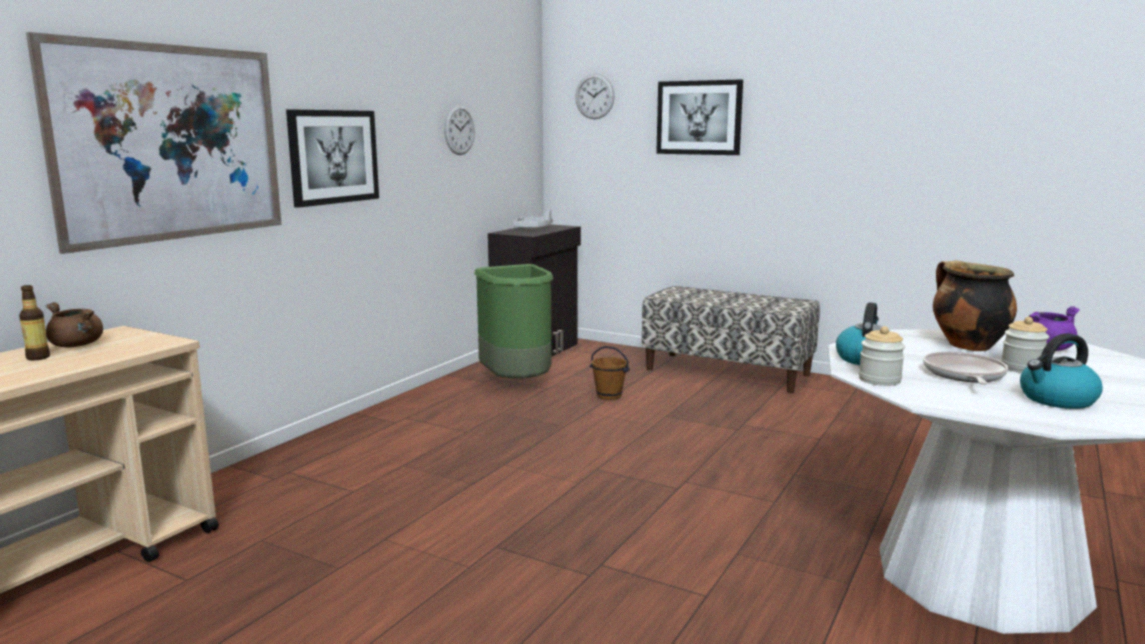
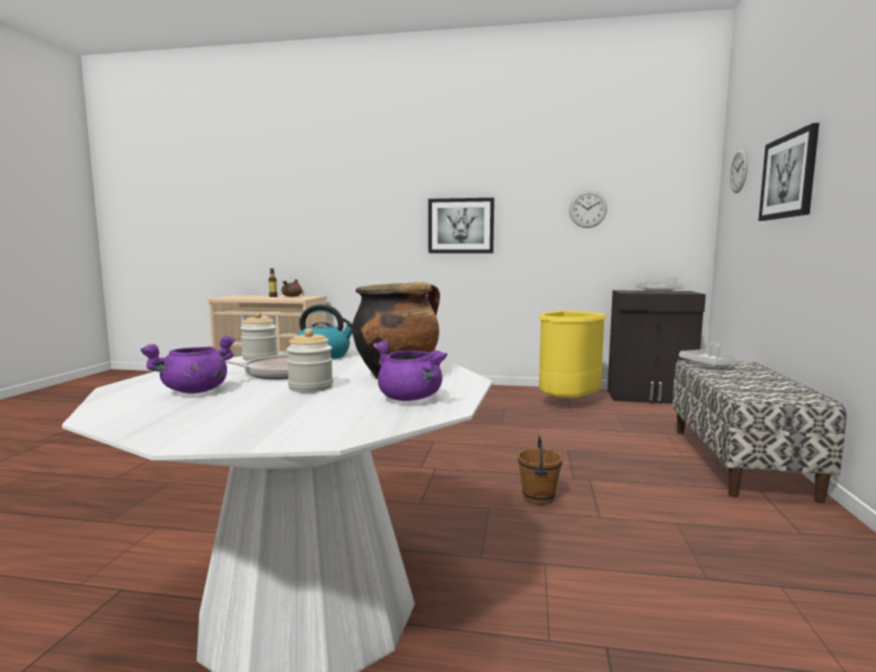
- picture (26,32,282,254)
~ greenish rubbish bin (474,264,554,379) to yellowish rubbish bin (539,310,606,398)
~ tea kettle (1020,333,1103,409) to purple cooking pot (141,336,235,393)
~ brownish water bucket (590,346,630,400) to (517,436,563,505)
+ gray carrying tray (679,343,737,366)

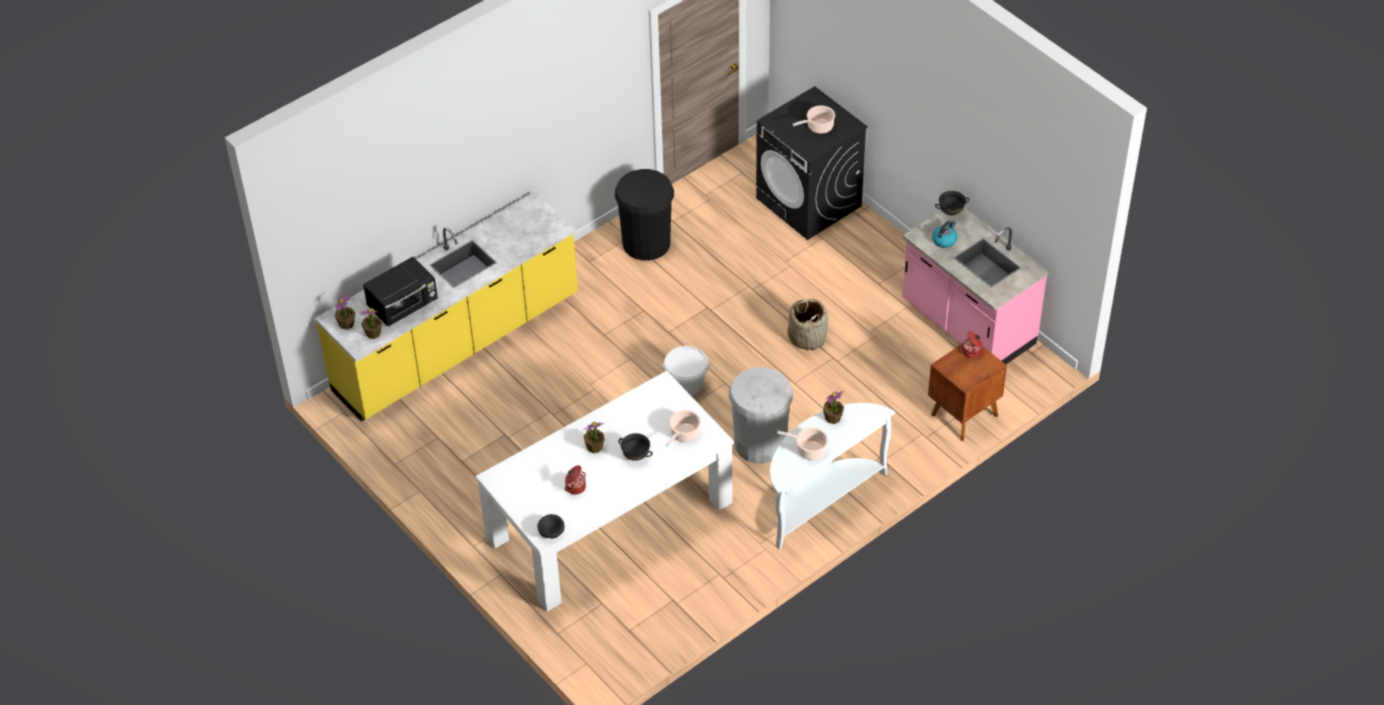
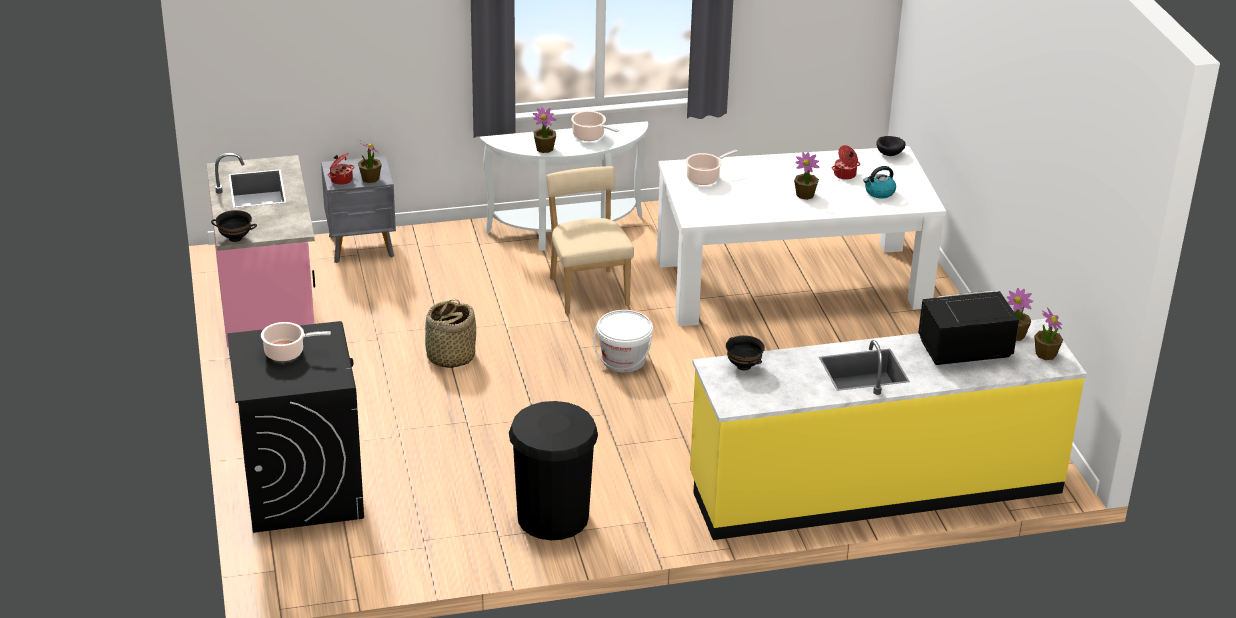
~ tea kettle (932,221,958,248) to (864,166,896,199)
~ brownish nightstand (928,343,1007,441) to gray nightstand (321,156,396,263)
~ white rubbish bin (729,367,793,464) to beige chair (546,166,634,314)
~ black bowl (618,433,653,461) to (726,335,765,371)
+ potted plant (358,142,382,183)

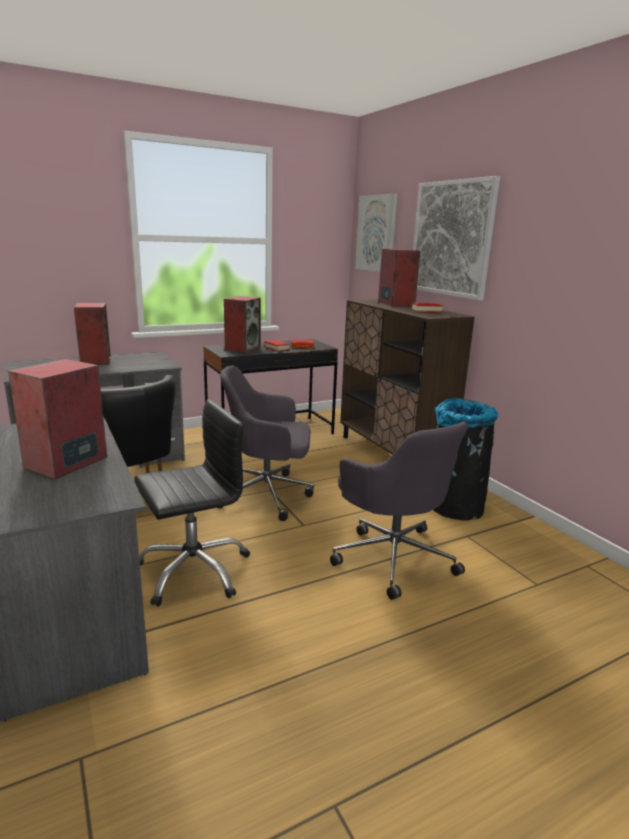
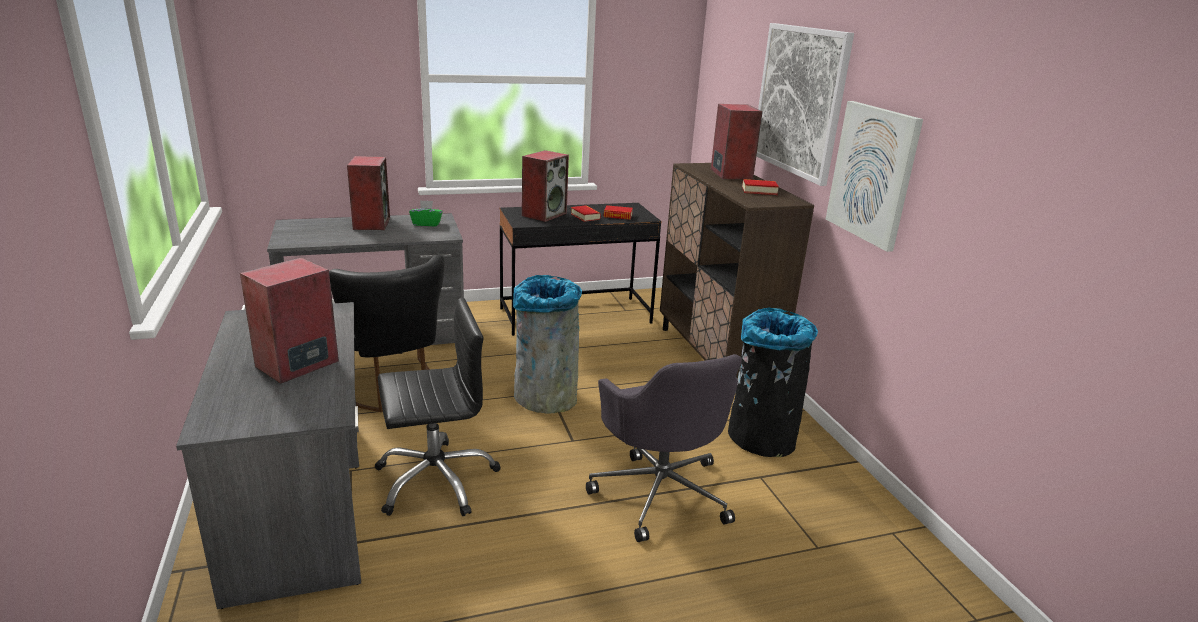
~ picture (355,194,398,272) to (826,101,923,252)
~ gray office chair (217,365,314,521) to gray rubbish bin (513,275,582,414)
+ greenish tissue holder (409,200,443,226)

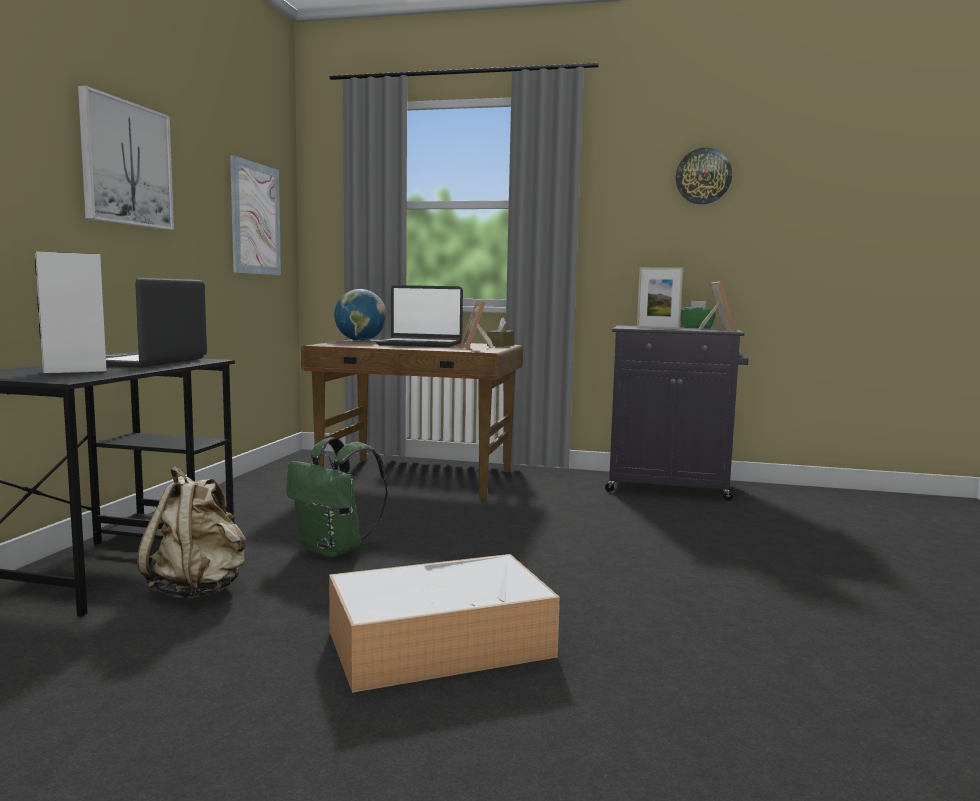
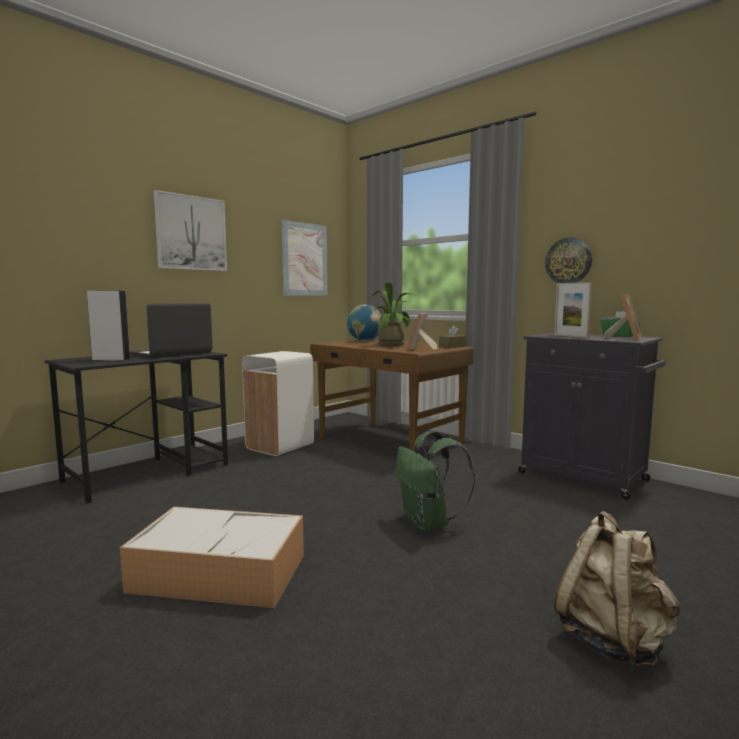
~ clock on the wall (676,148,732,204) to (545,238,592,283)
~ notebook computer (376,285,463,347) to potted plant (370,282,416,346)
~ greenish knapsack (286,437,387,558) to (396,431,475,531)
~ beige knapsack (137,467,246,598) to (554,511,680,667)
+ white rubbish bin (242,351,314,456)

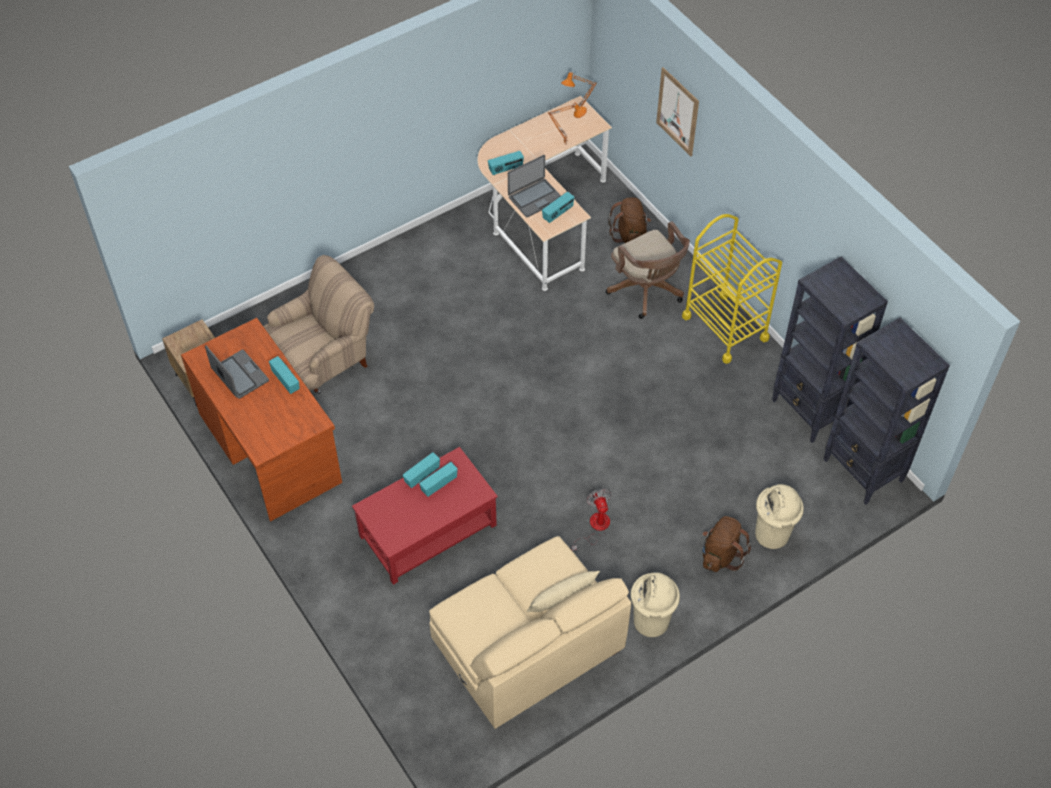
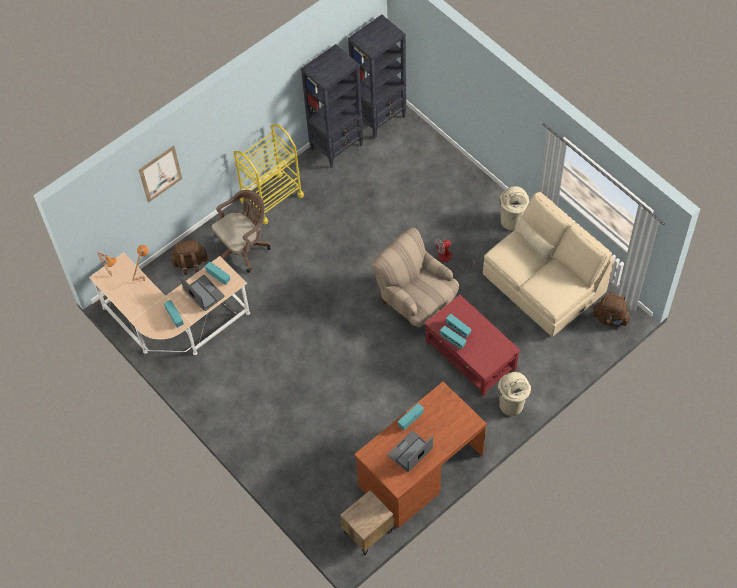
~ beige armchair (263,255,374,394) to (371,228,459,328)
~ beige rubbish bin (755,484,804,549) to (498,372,531,416)
~ brownish knapsack (702,516,751,572) to (592,291,631,327)

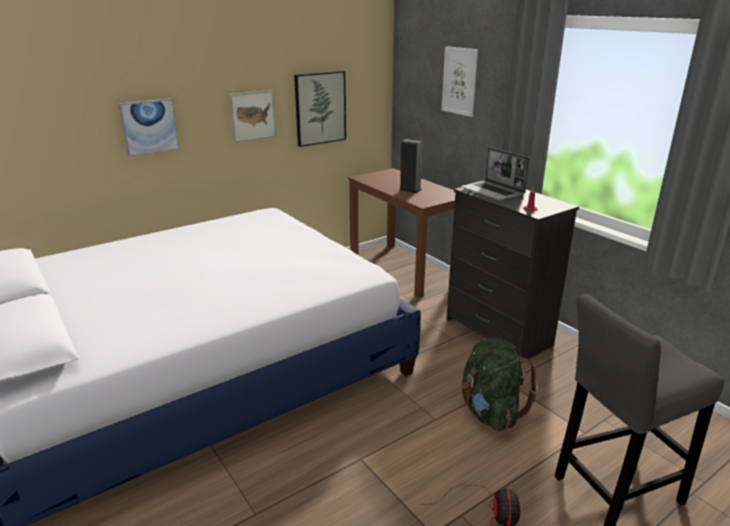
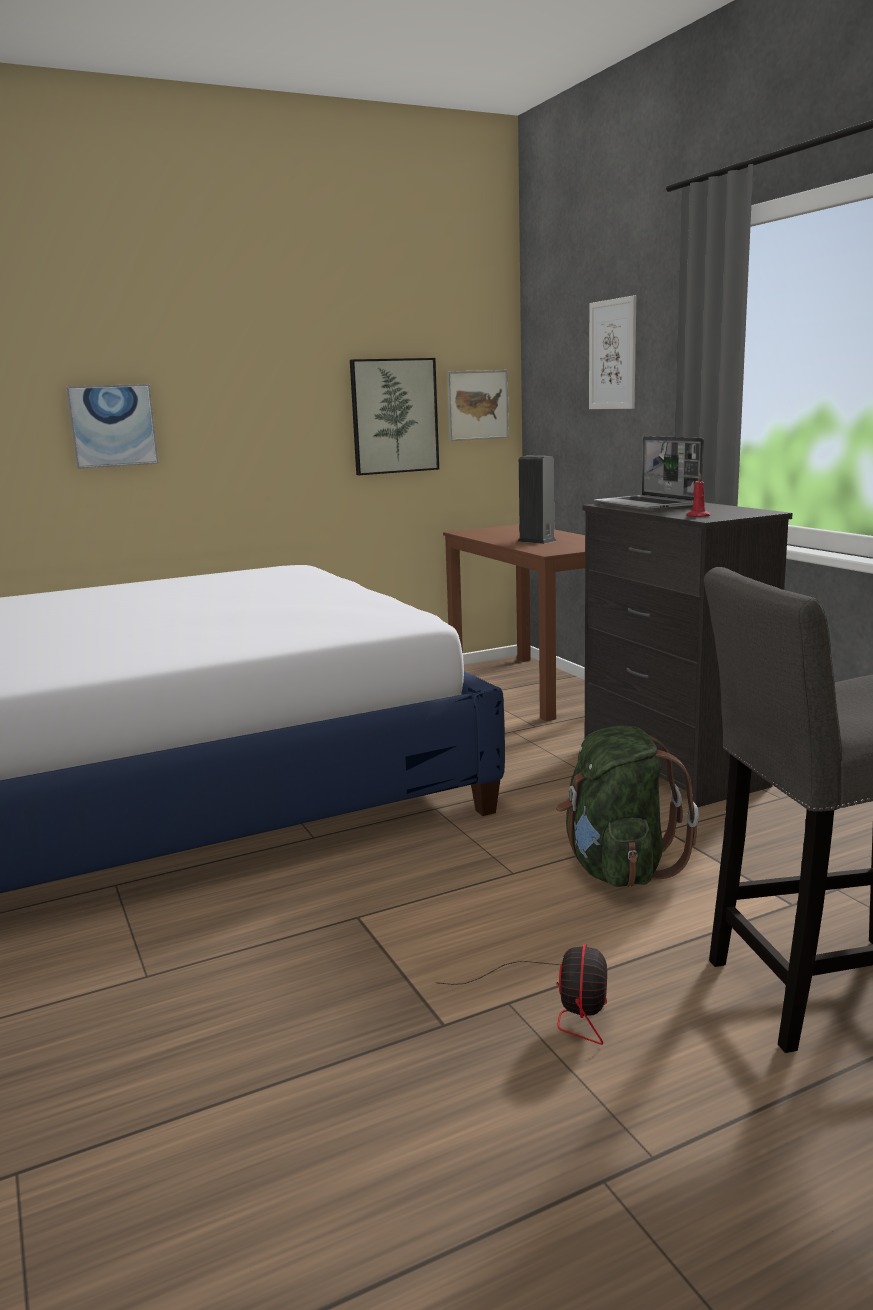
~ picture (229,90,276,142) to (447,370,509,441)

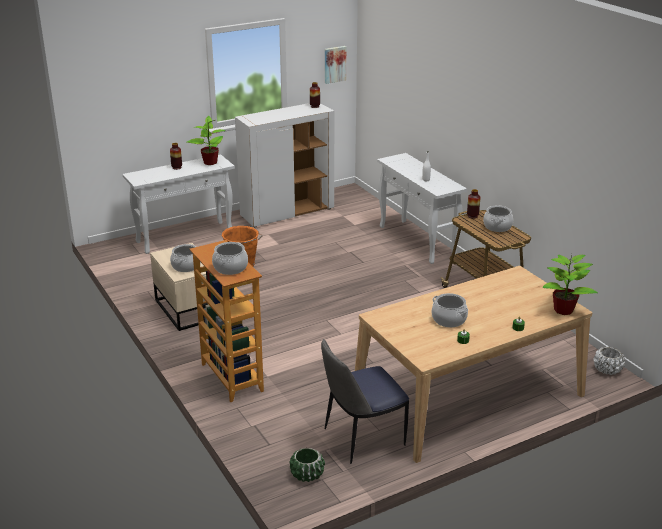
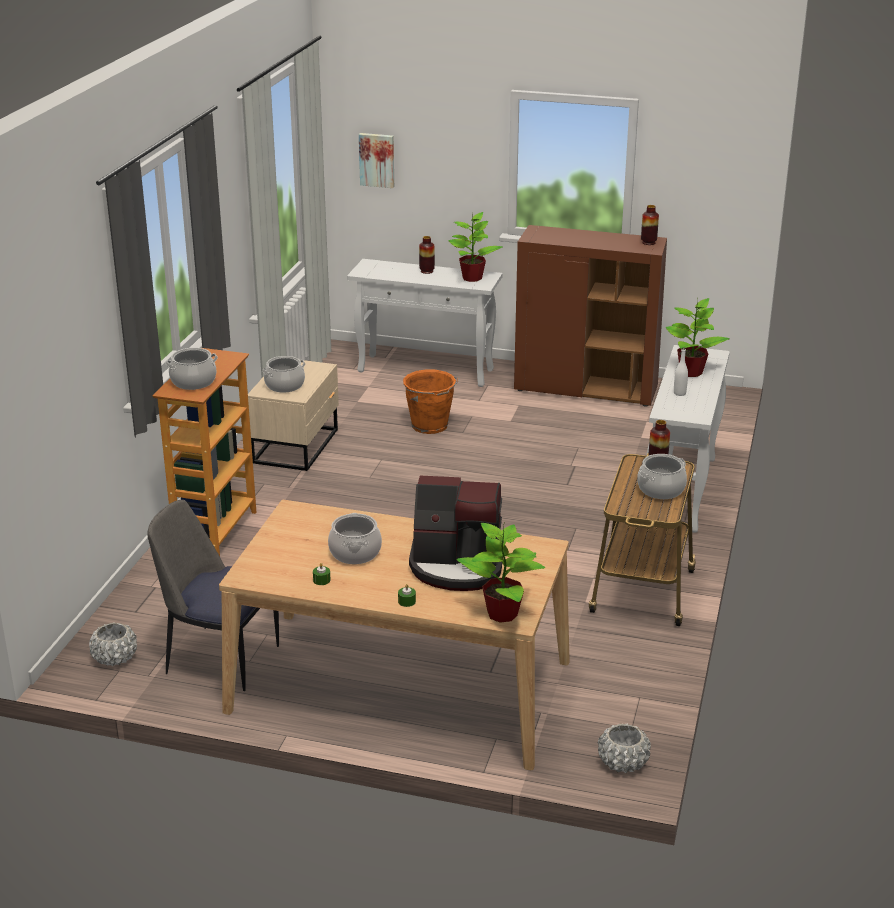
~ picture (325,46,346,84) to (359,133,394,188)
~ white storage cabinet (235,103,334,227) to brownish storage cabinet (514,225,667,407)
~ greenish flower pot (290,448,325,482) to white flower pot (89,622,137,666)
+ potted plant (666,298,730,377)
+ coffee brewer (409,476,504,591)

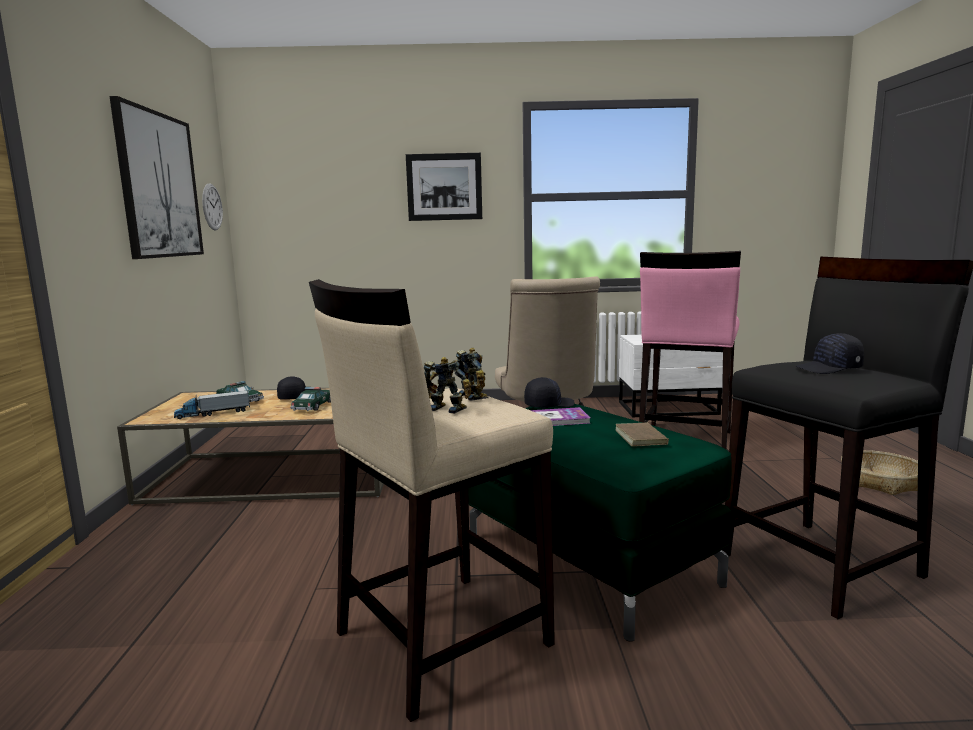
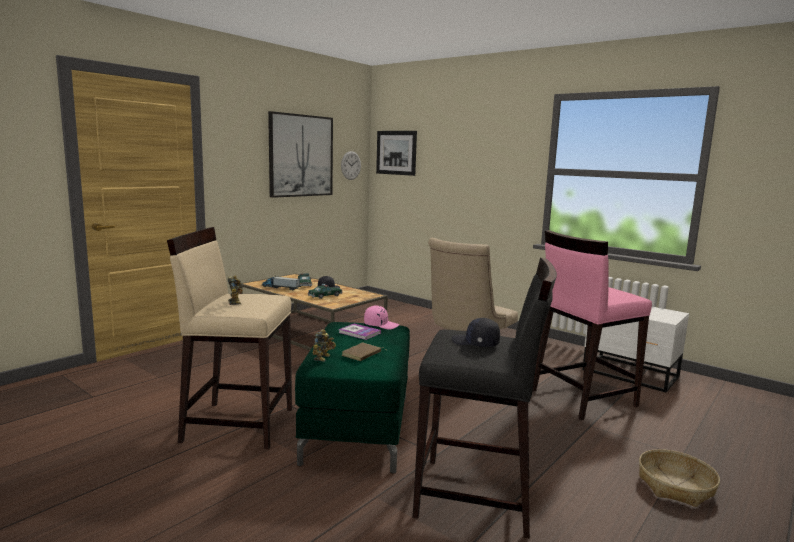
~ picture (406,153,482,221) to (376,131,417,176)
~ toy robot (456,348,488,401) to (313,329,336,362)
~ black cap (524,377,574,408) to pink cap (364,305,399,329)

